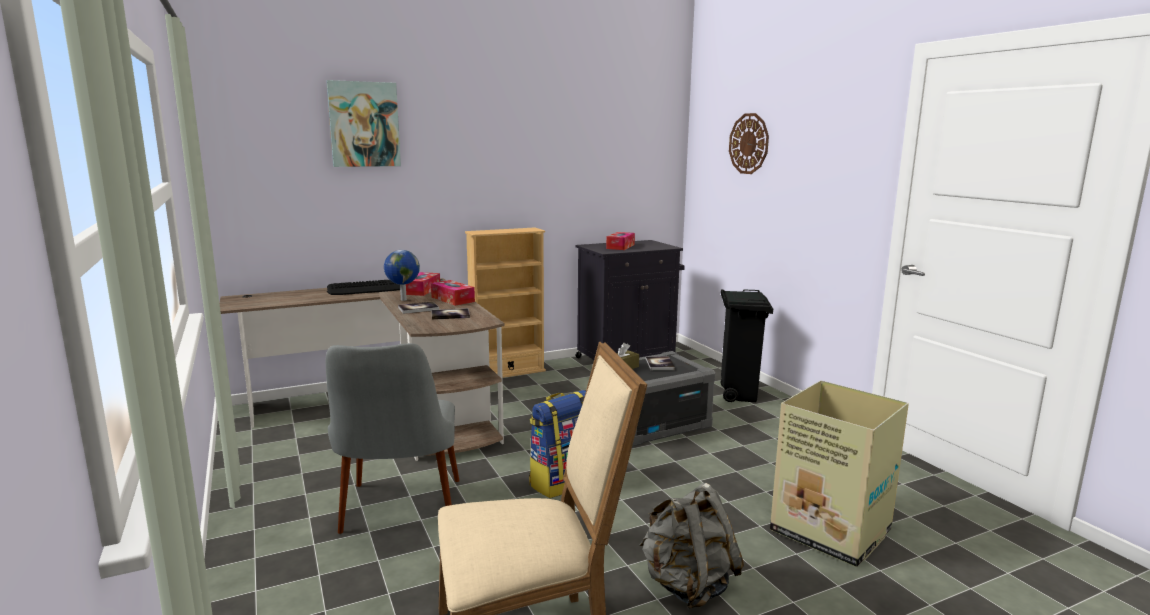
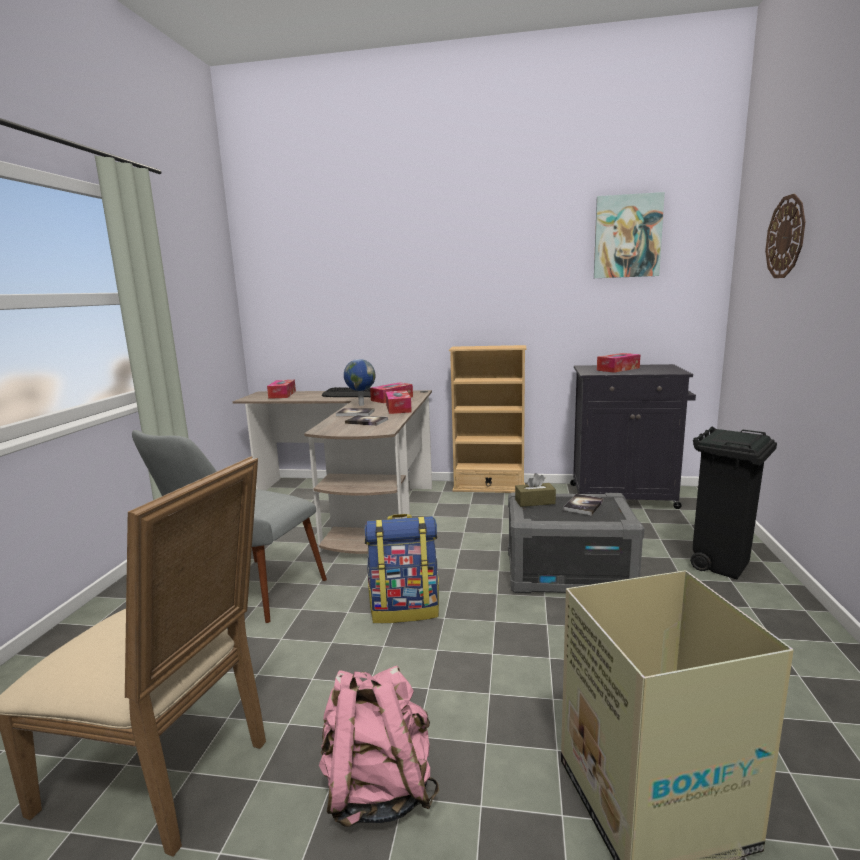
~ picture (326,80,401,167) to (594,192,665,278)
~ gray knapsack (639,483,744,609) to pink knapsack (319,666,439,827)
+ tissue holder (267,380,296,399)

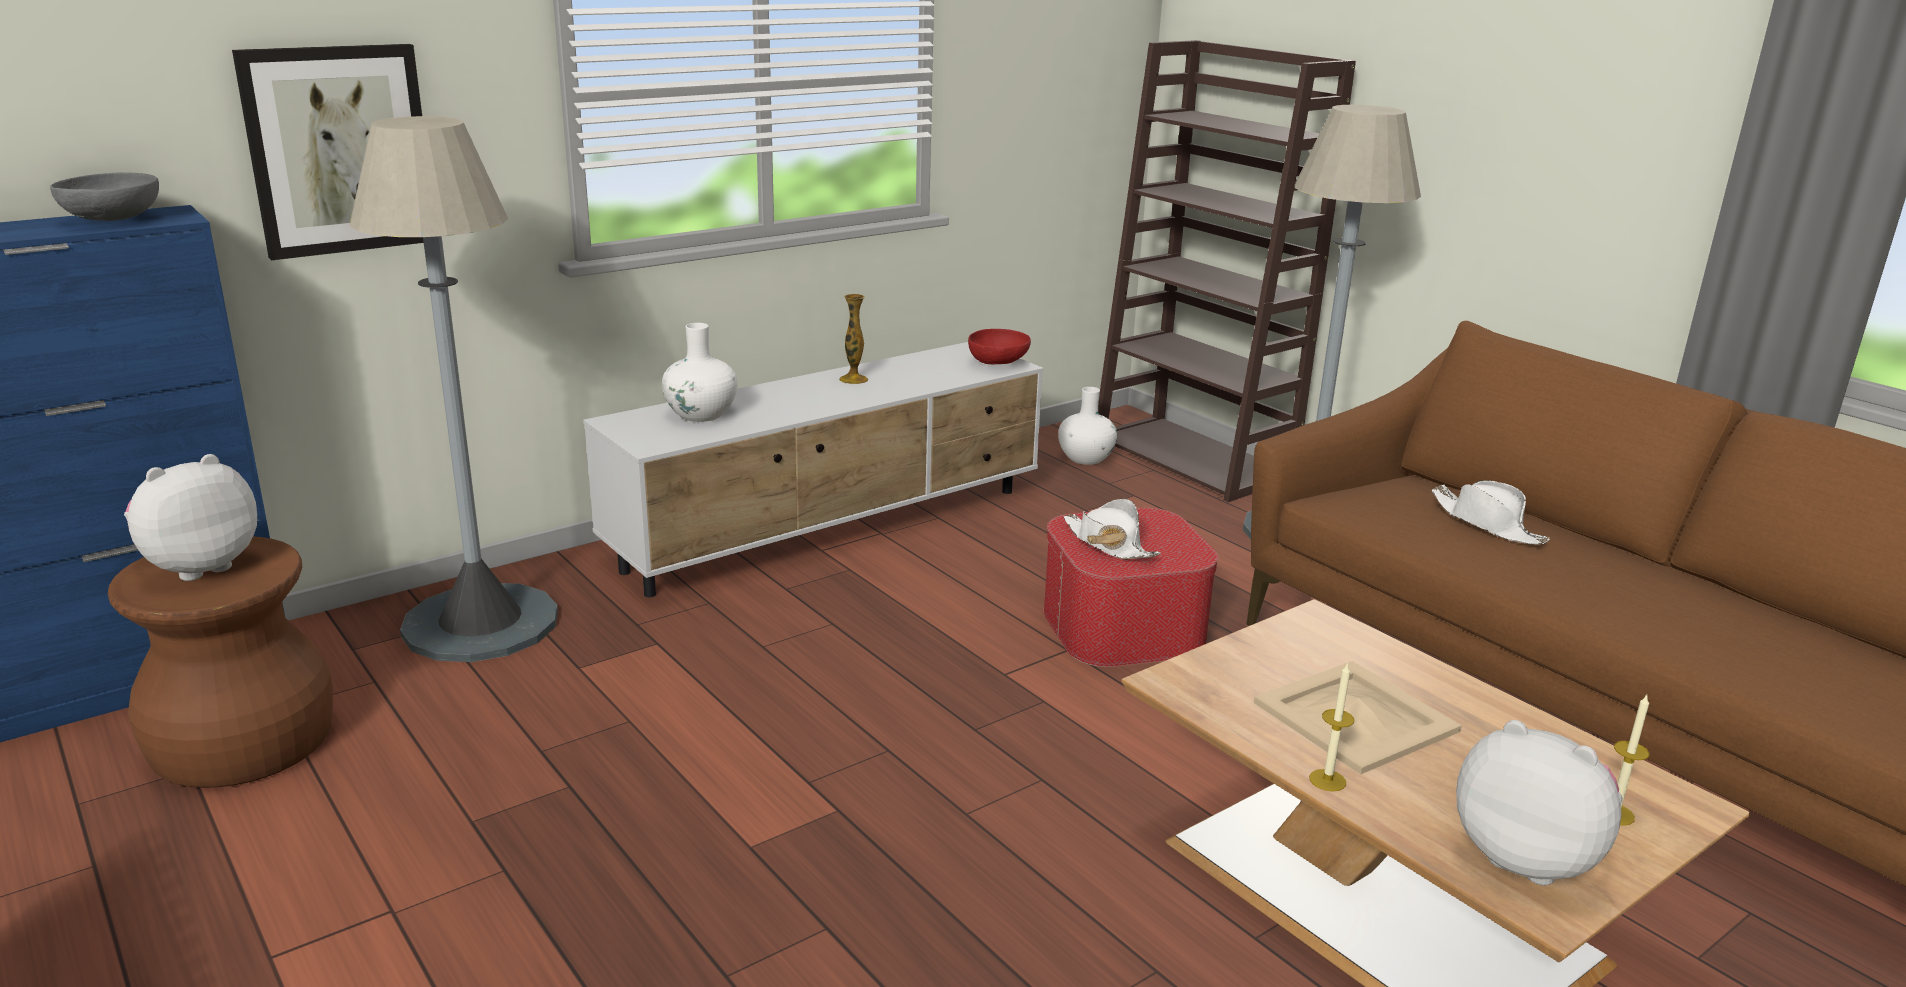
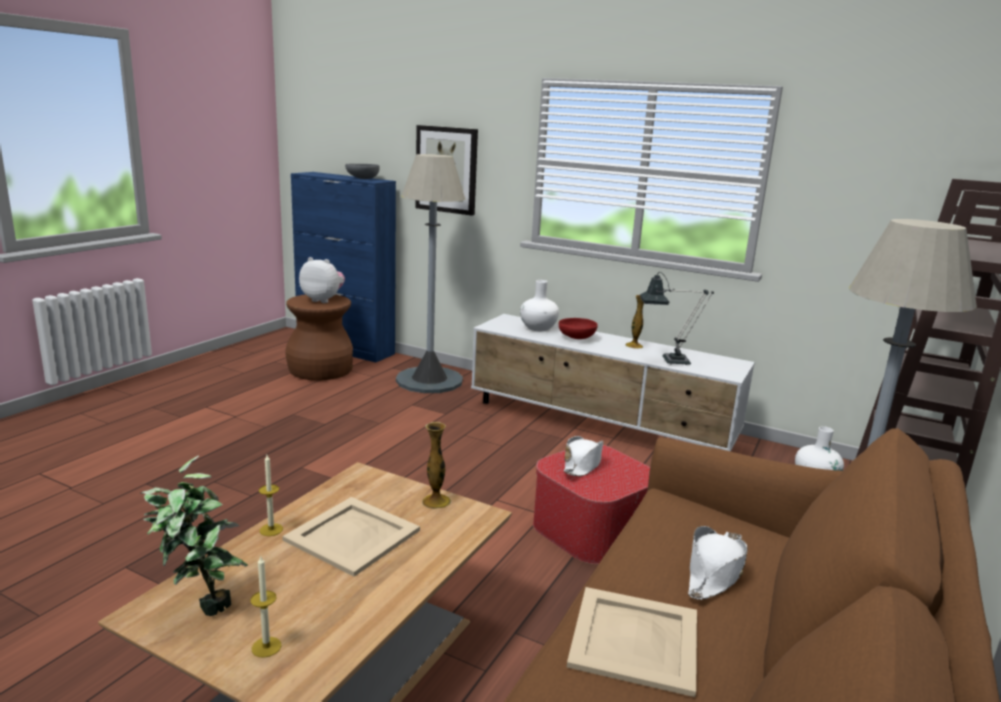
~ red bowl (968,329,1031,364) to (559,318,598,339)
~ soft toy (1456,720,1623,886) to potted plant (139,455,248,616)
+ lamp for a table (640,272,714,365)
+ vase (422,422,451,509)
+ beige carrying tray (567,587,697,697)

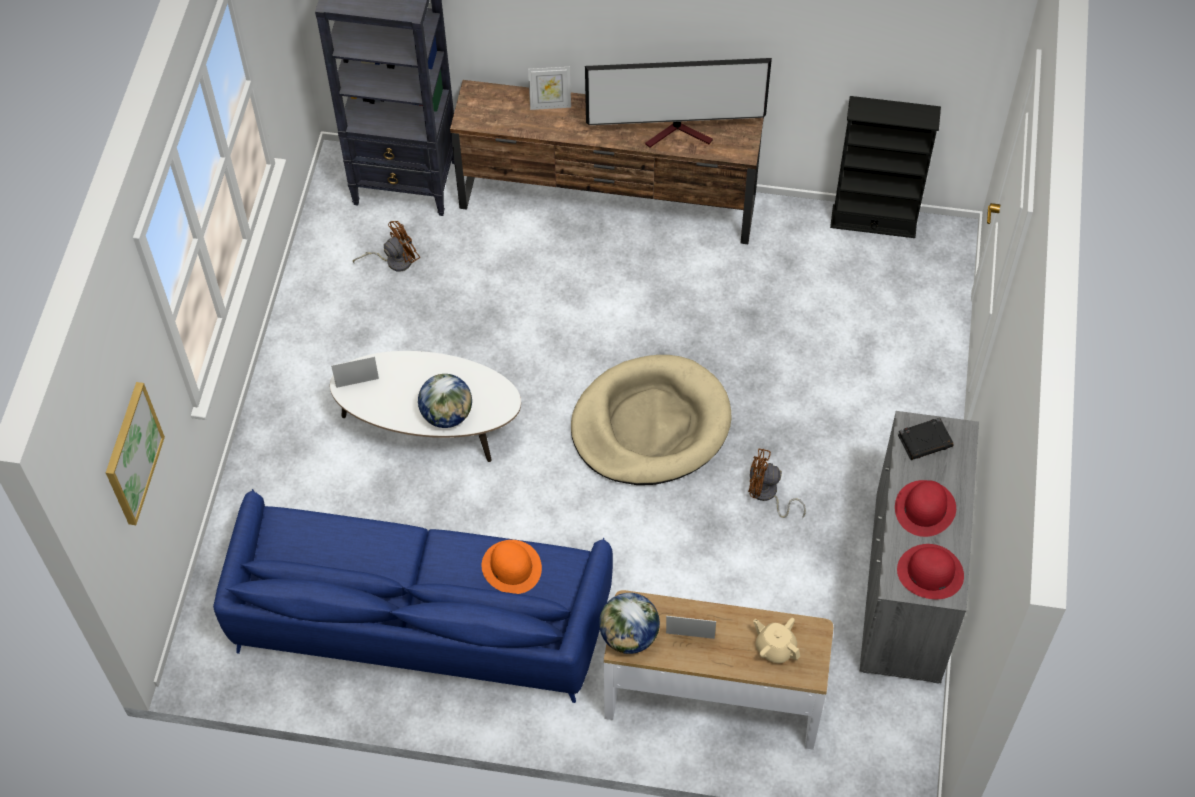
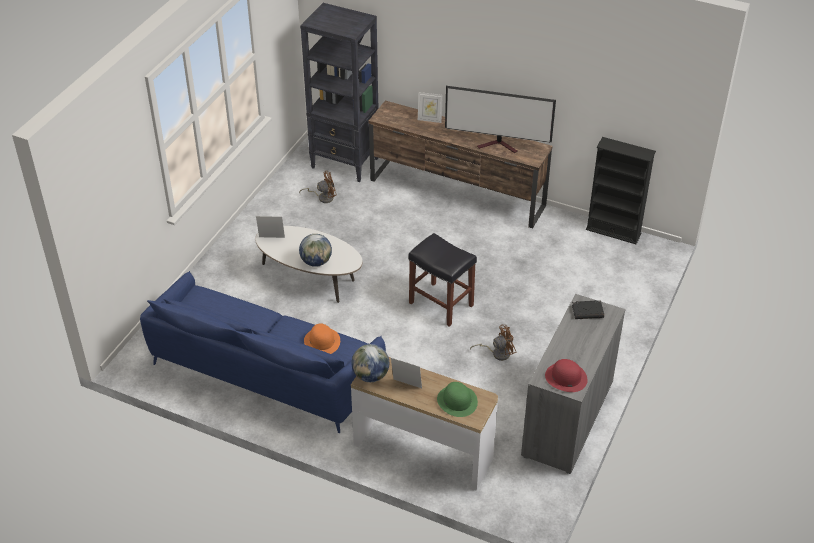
~ beige dog cushion (571,355,732,485) to black sitting stool (408,233,477,327)
- picture (106,382,165,525)
~ brownish cooling fan (748,449,806,519) = (470,325,517,361) 135 degrees clockwise
- red wearable hat (895,480,956,537)
~ beige tea pot (753,618,800,663) to greenish wearable hat (437,382,478,417)

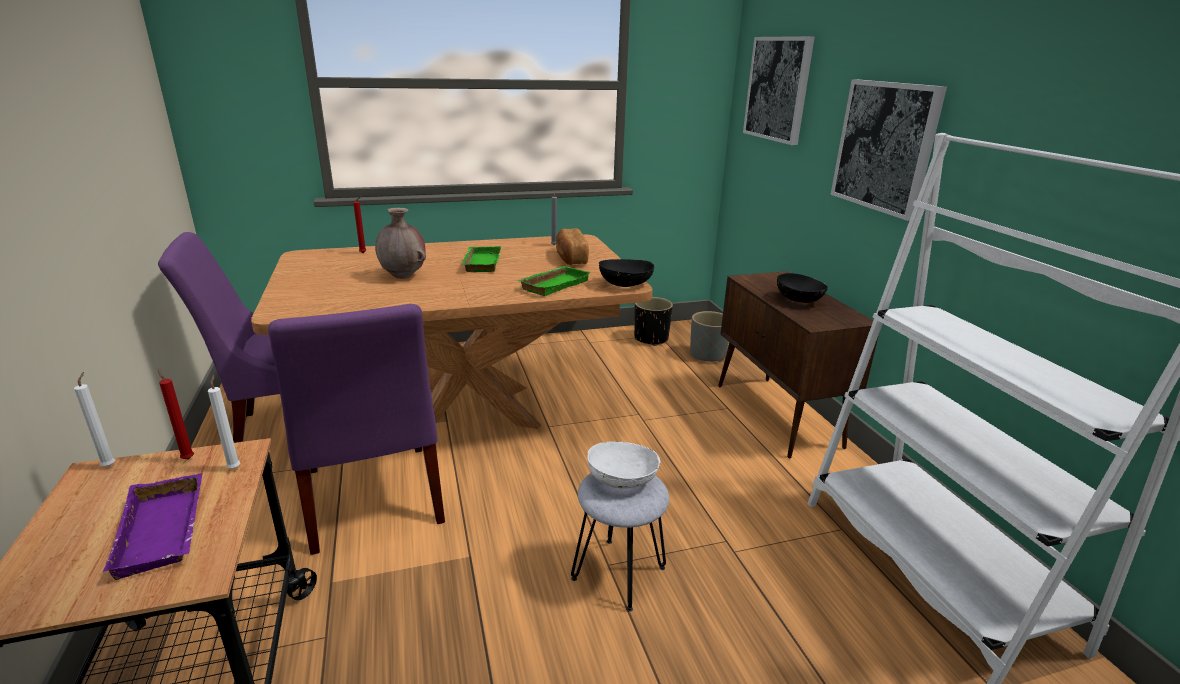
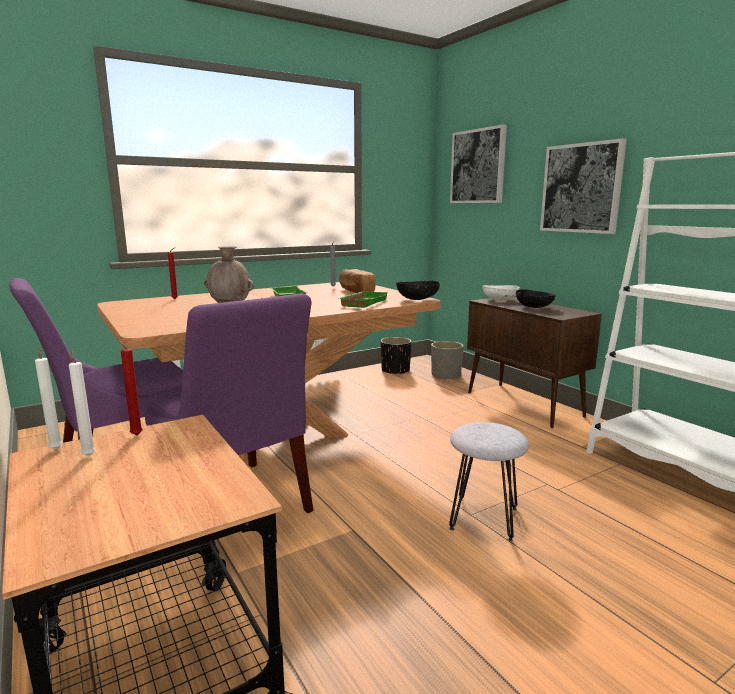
~ white wax candle (208,375,240,469) to (69,350,96,456)
~ white bowl (587,441,661,489) to (483,285,520,301)
- purple carrying tray (103,473,202,580)

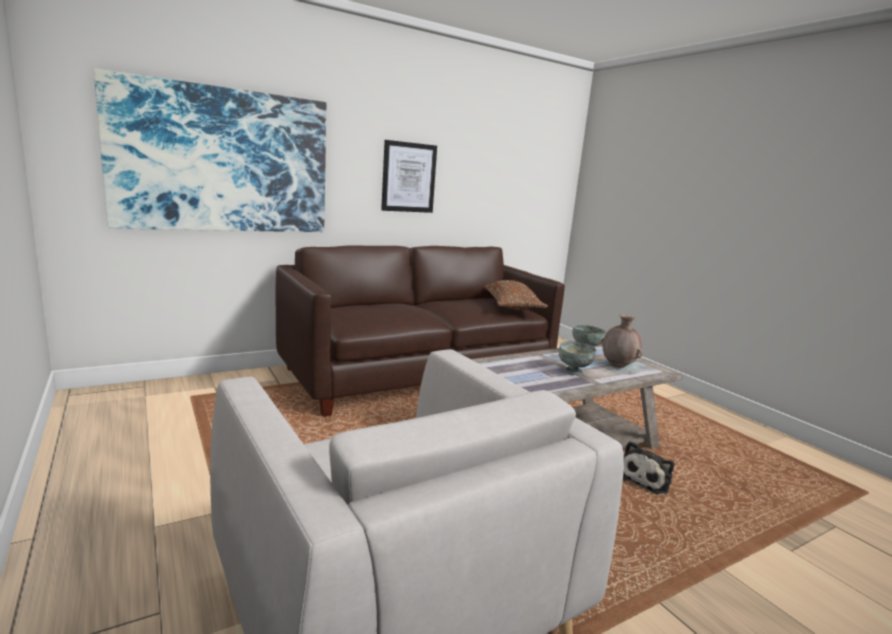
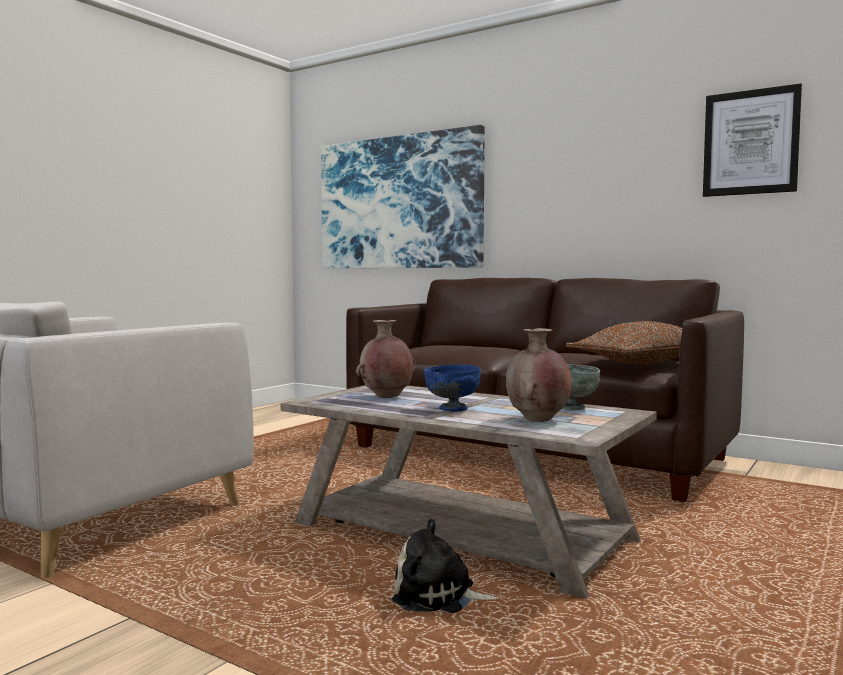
~ picture (381,140,437,213) to (703,83,802,197)
~ gray bowl (559,341,596,375) to bluish bowl (424,364,481,412)
+ brownish vase (356,320,416,398)

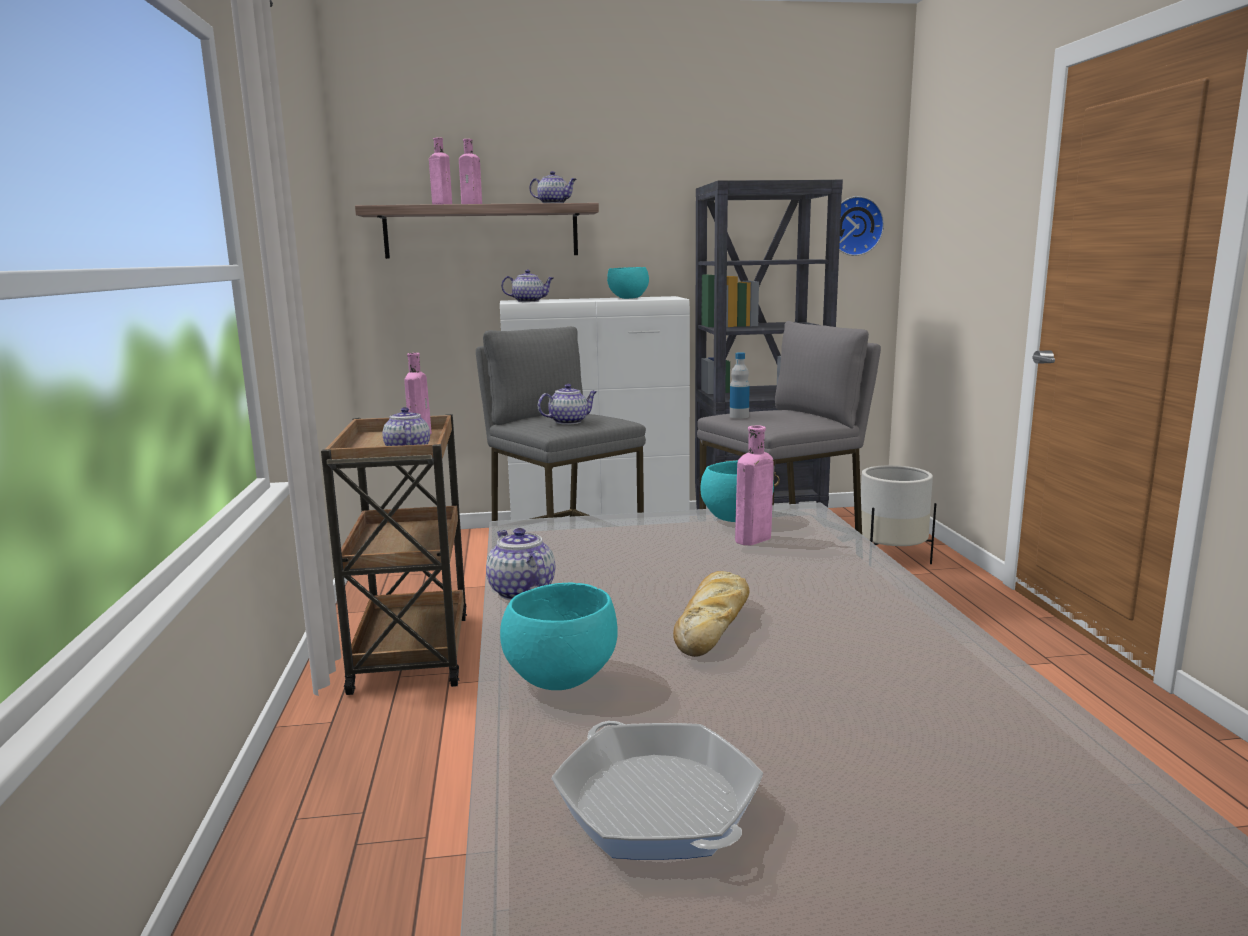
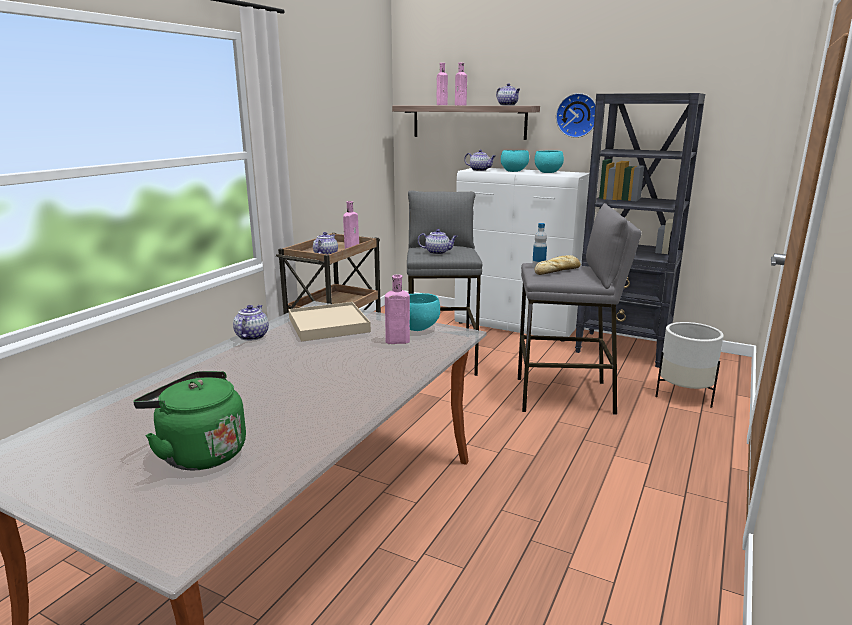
~ clock on the wall (839,196,884,256) to (556,93,596,138)
~ bakery bread (673,571,749,657) to (534,255,581,275)
~ turquoise-coloured bowl (500,583,618,690) to (501,150,529,172)
- skillet (551,721,763,860)
+ beige carrying tray (289,302,371,341)
+ greenish tea kettle (133,371,246,470)

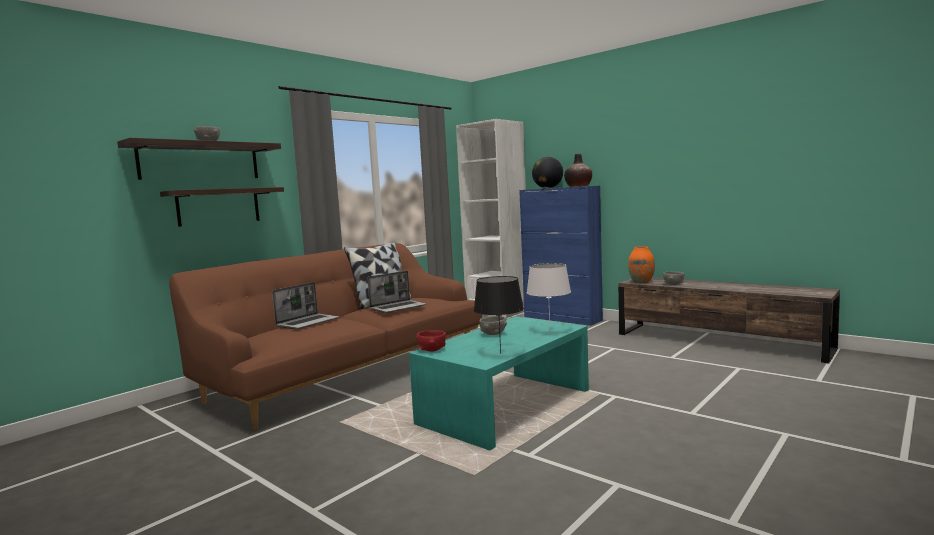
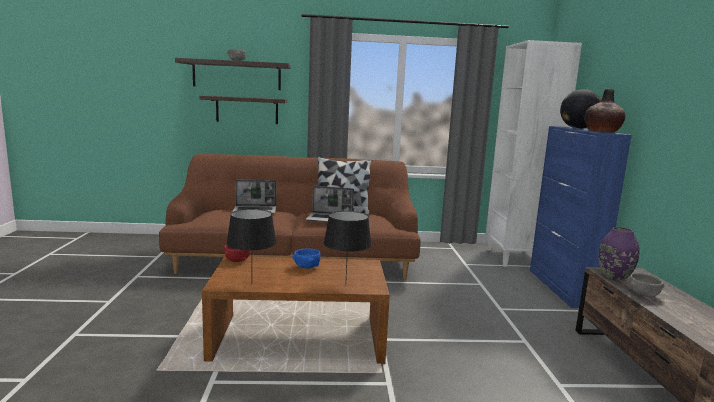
~ orangey vase (628,246,655,284) to purple vase (599,227,640,280)
~ white lamp for a table (527,263,571,327) to black lamp for a table (324,211,371,277)
~ turquoise-coloured lounge table (409,316,589,451) to brownish lounge table (202,257,390,364)
~ gray bowl (479,316,507,335) to bluish bowl (292,248,321,269)

